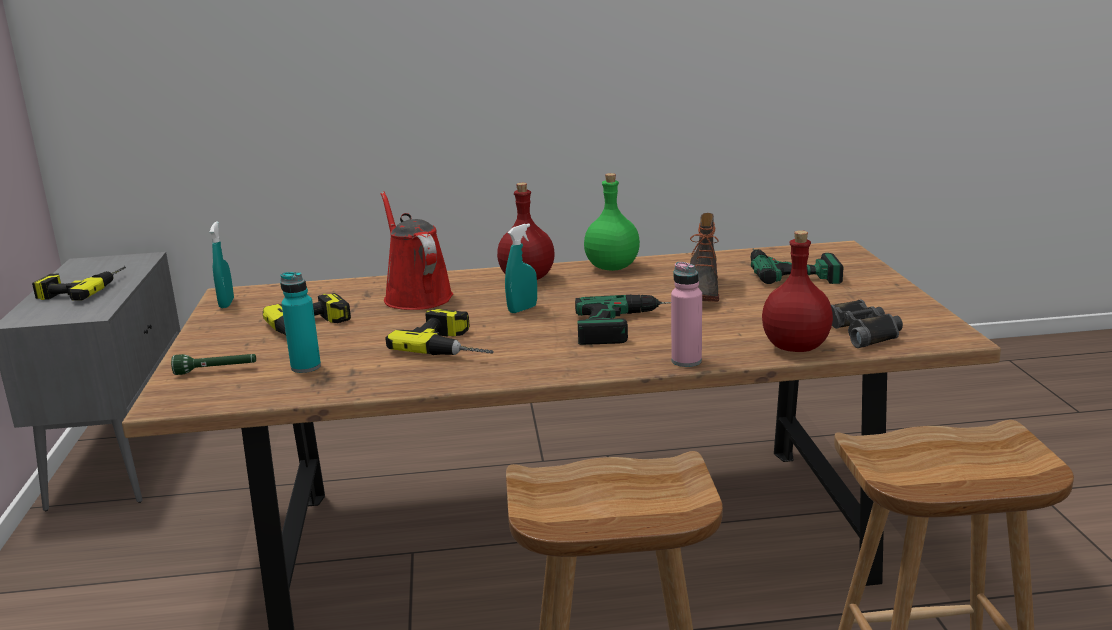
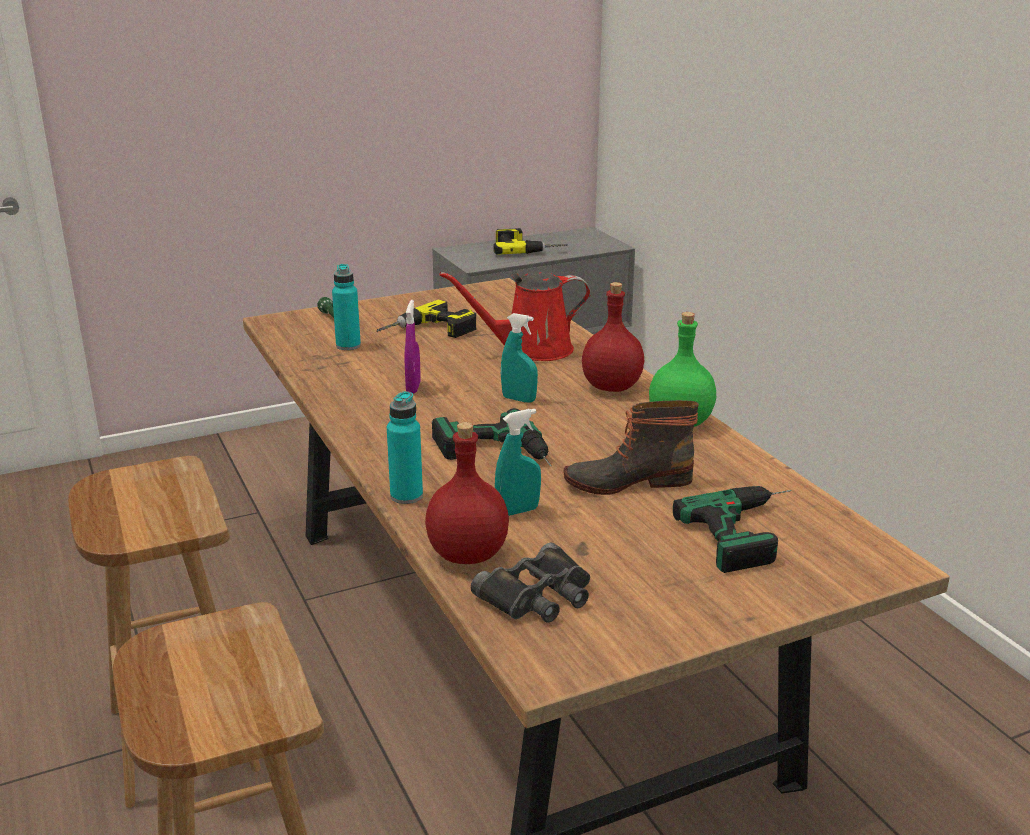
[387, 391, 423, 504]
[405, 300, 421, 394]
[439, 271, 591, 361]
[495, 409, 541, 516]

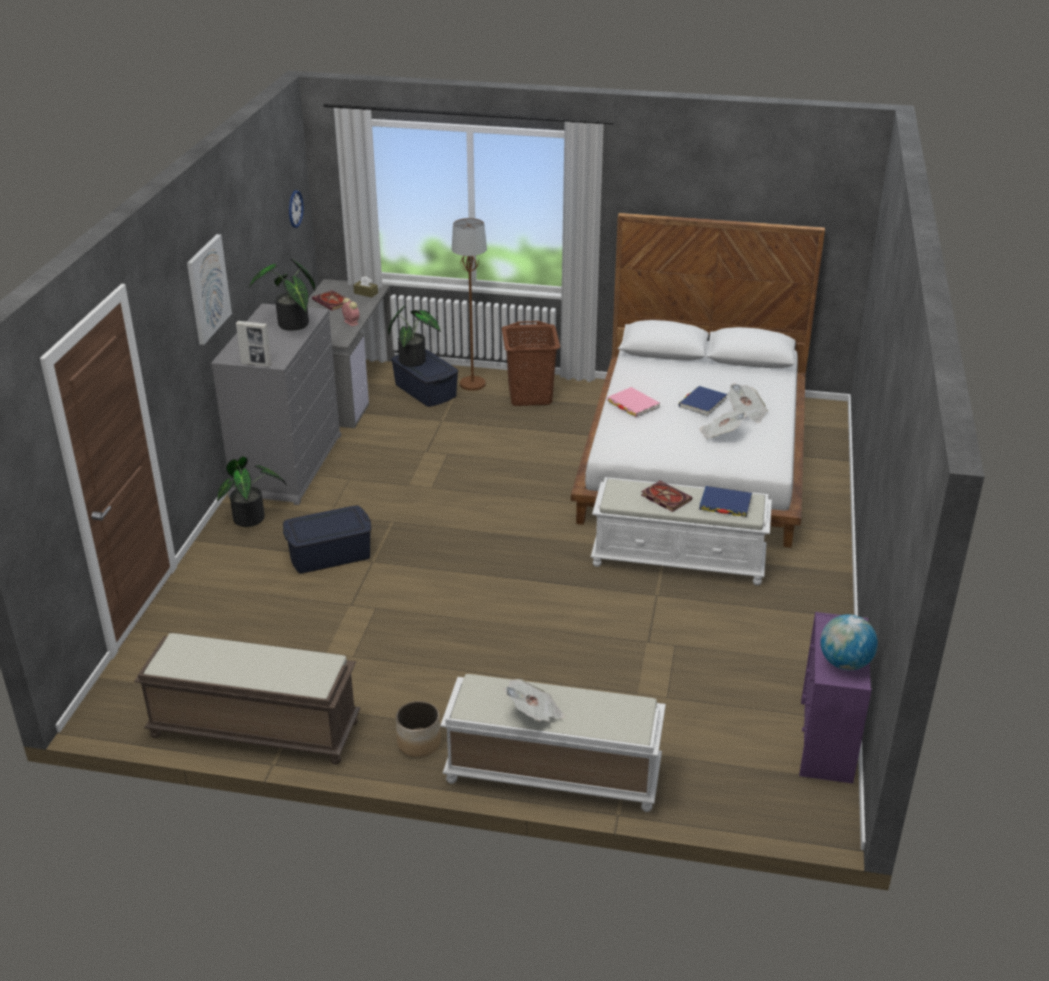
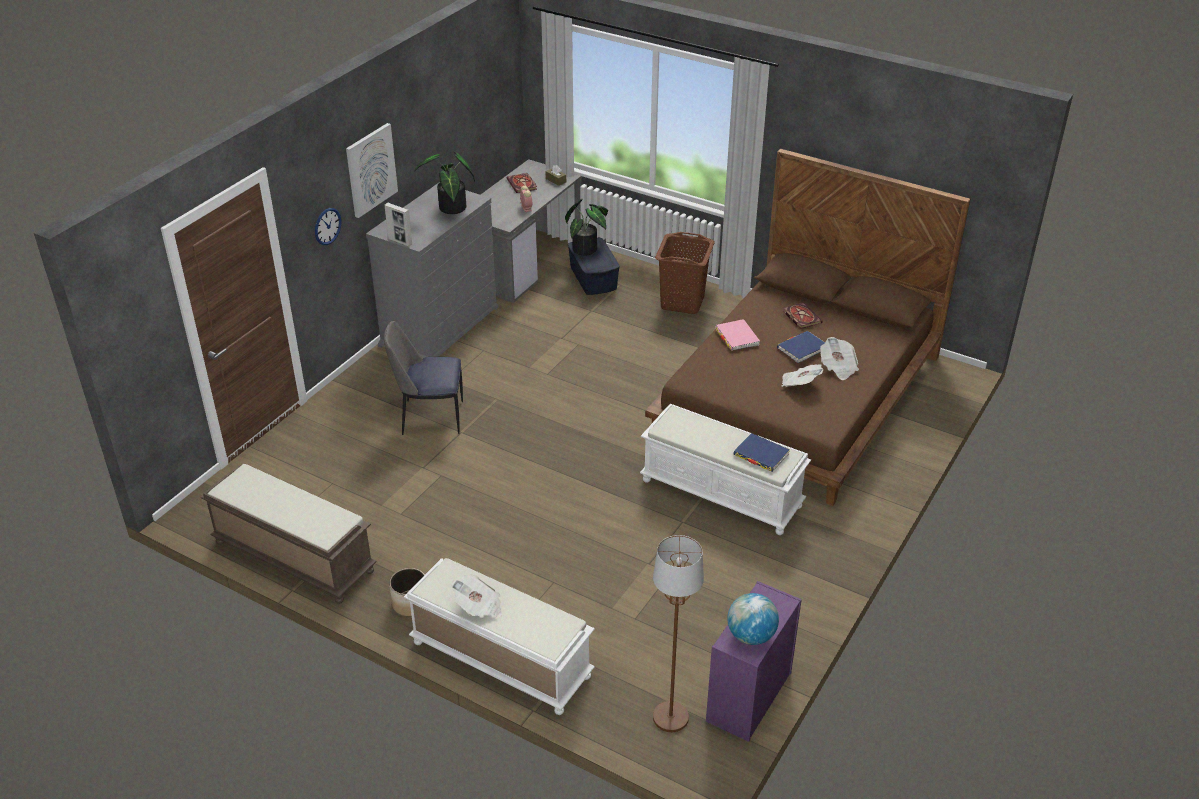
[315, 208, 342, 245]
[384, 320, 463, 435]
[645, 149, 970, 506]
[653, 535, 704, 732]
[783, 303, 823, 329]
[217, 456, 287, 527] (first image)

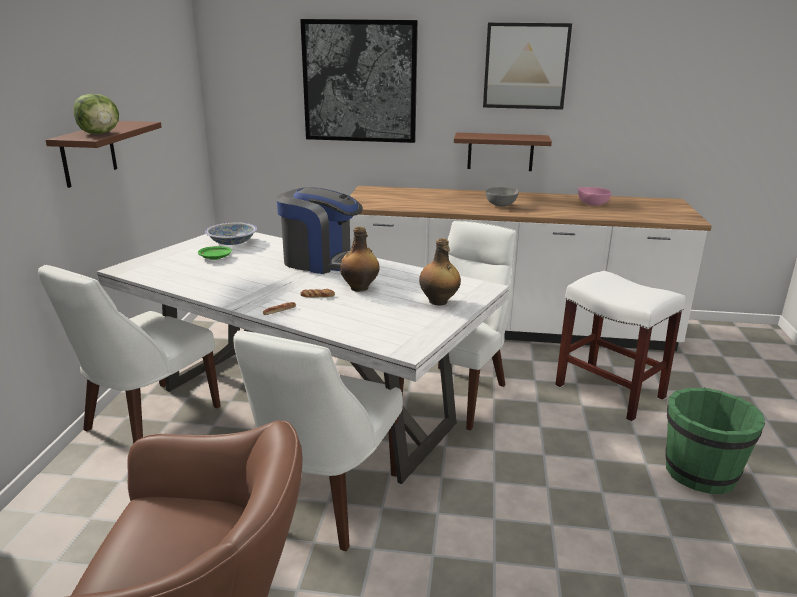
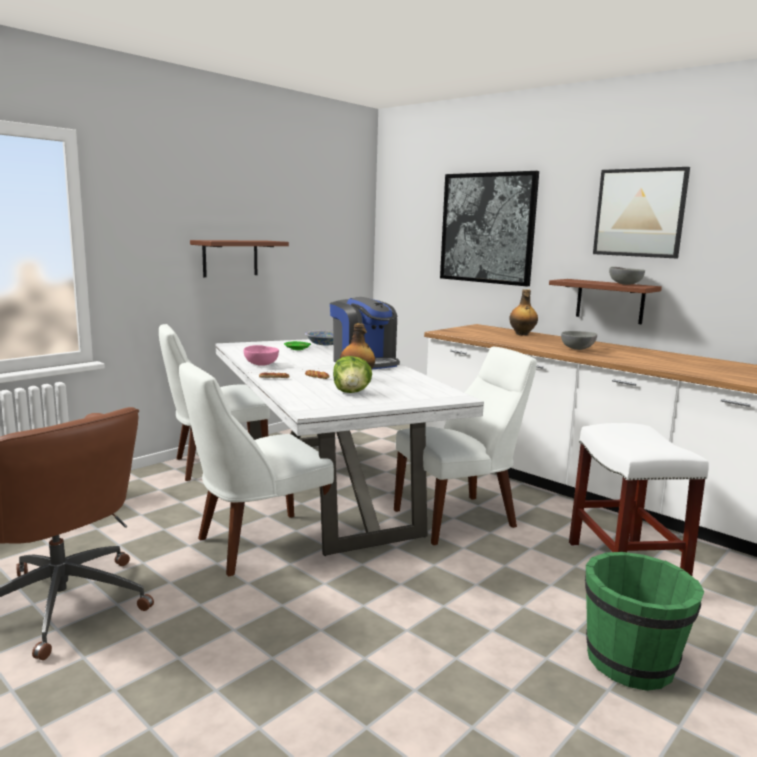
[244, 345, 279, 366]
[333, 356, 372, 393]
[509, 290, 538, 336]
[609, 267, 645, 285]

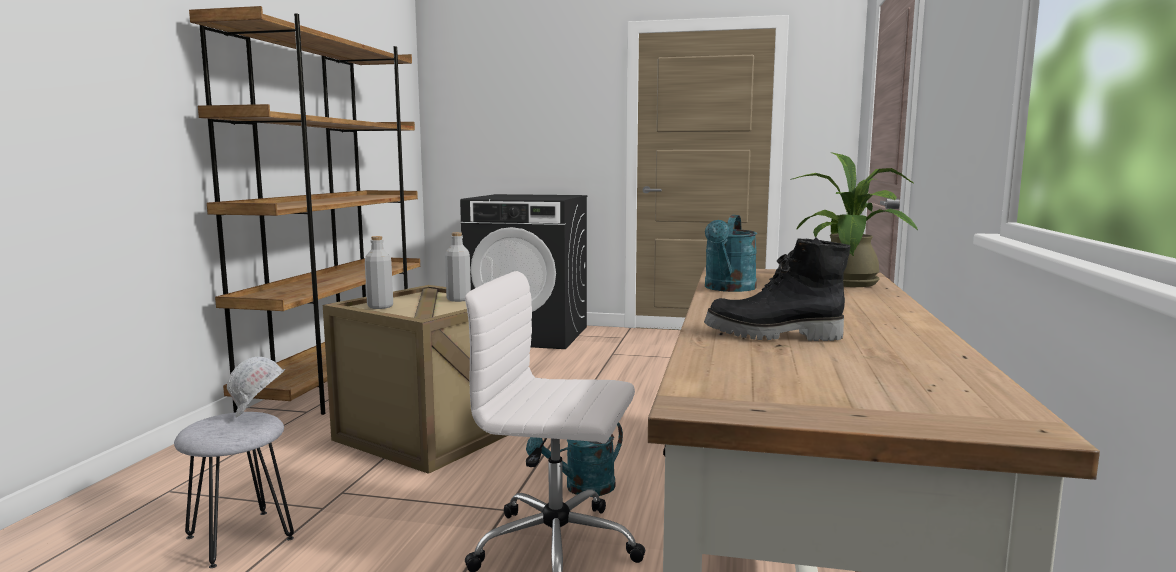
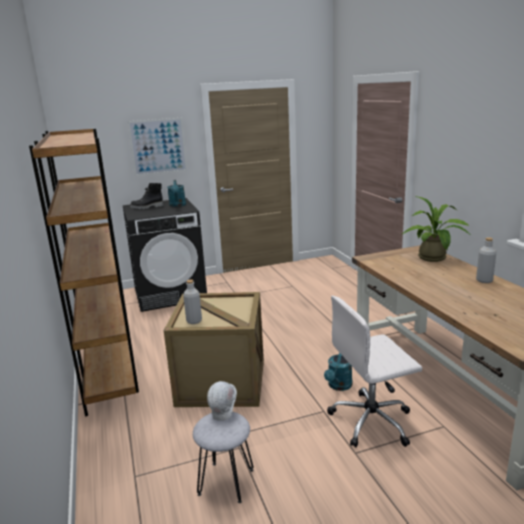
[128, 118, 187, 176]
[130, 183, 164, 209]
[167, 180, 186, 207]
[476, 237, 496, 283]

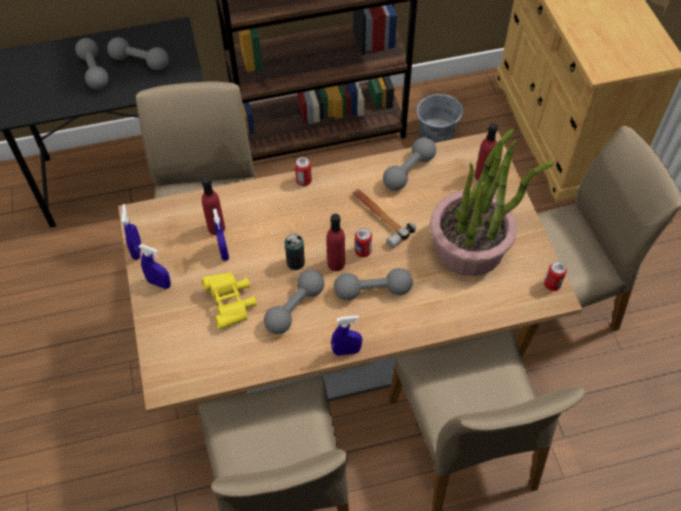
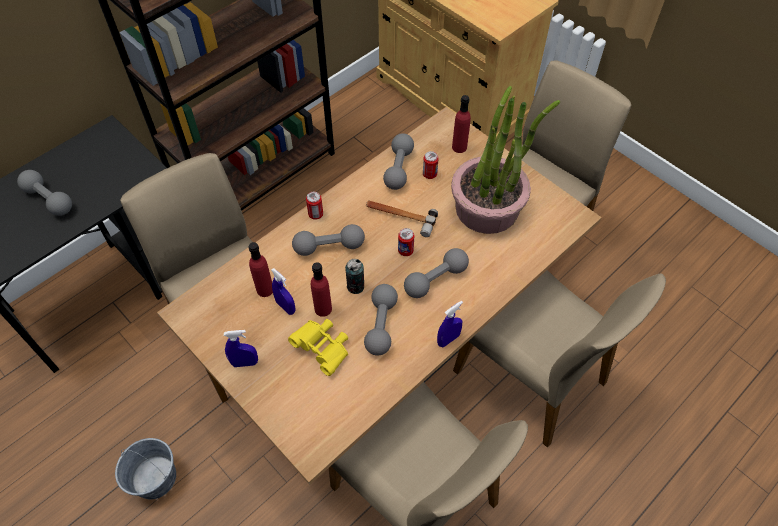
[115, 438, 176, 499]
[292, 224, 365, 256]
[311, 262, 332, 317]
[423, 151, 439, 179]
[121, 204, 141, 260] (first image)

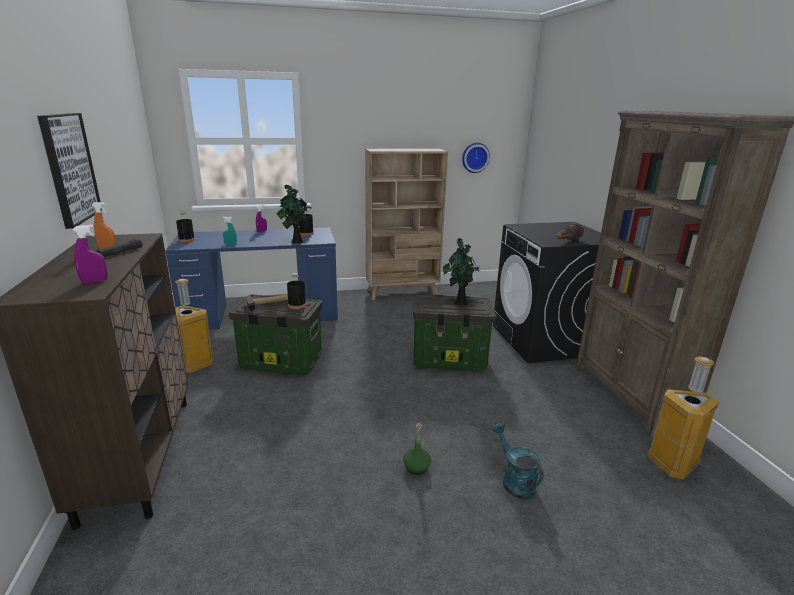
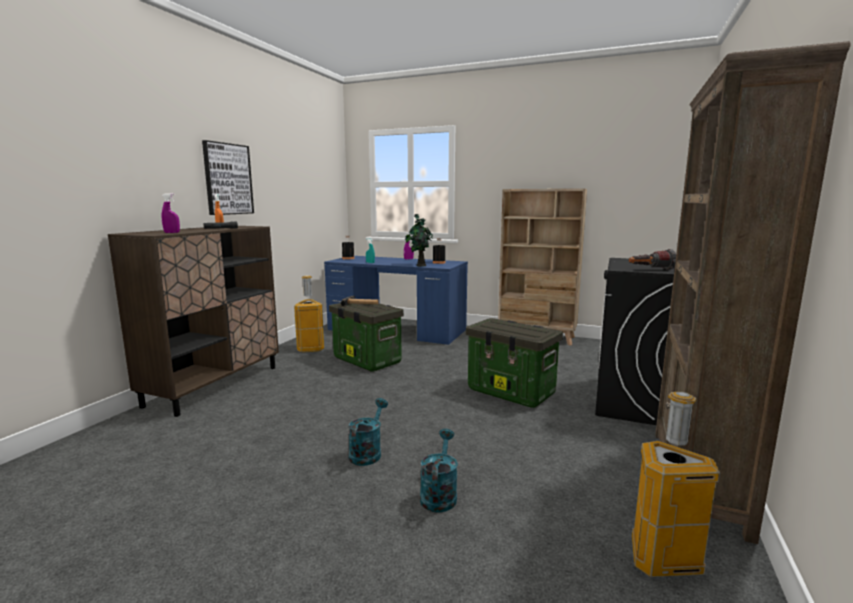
[349, 398, 388, 466]
[287, 273, 306, 309] (first image)
[443, 238, 479, 306] (first image)
[462, 143, 490, 173] (first image)

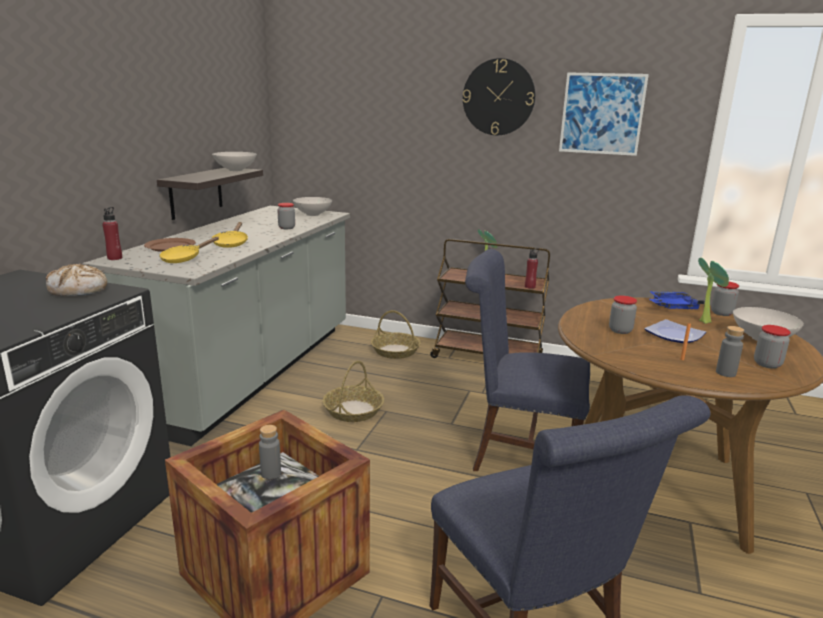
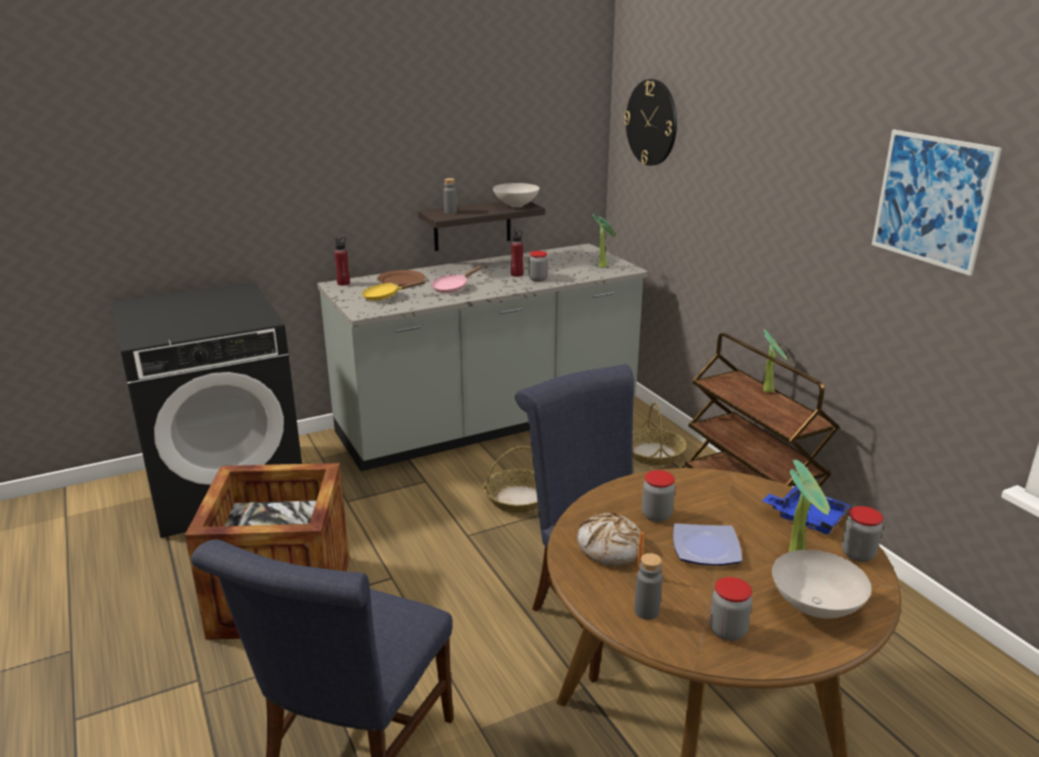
[431, 266, 482, 293]
[444, 178, 457, 214]
[511, 230, 523, 277]
[577, 513, 644, 566]
[592, 214, 616, 268]
[624, 79, 677, 166]

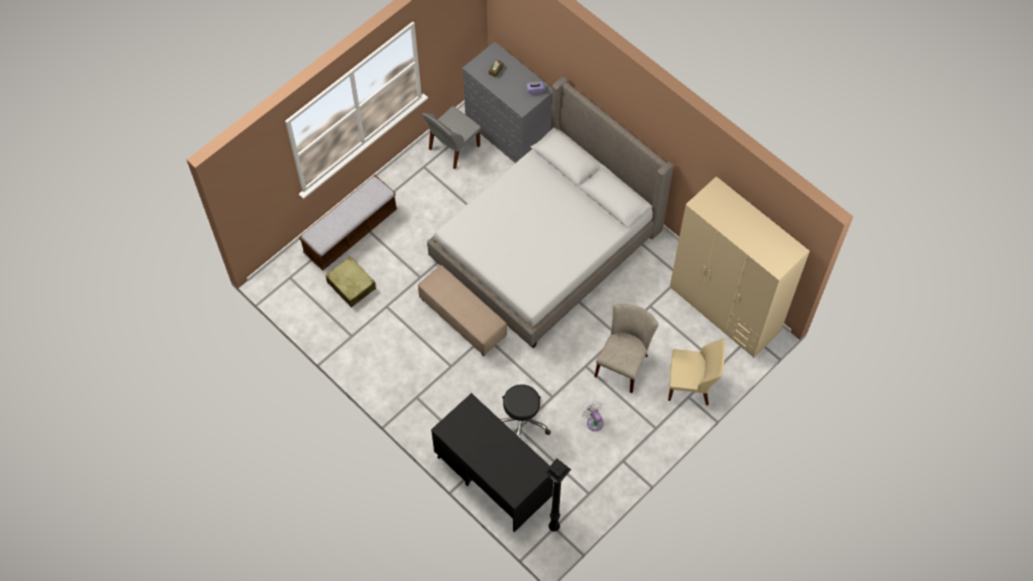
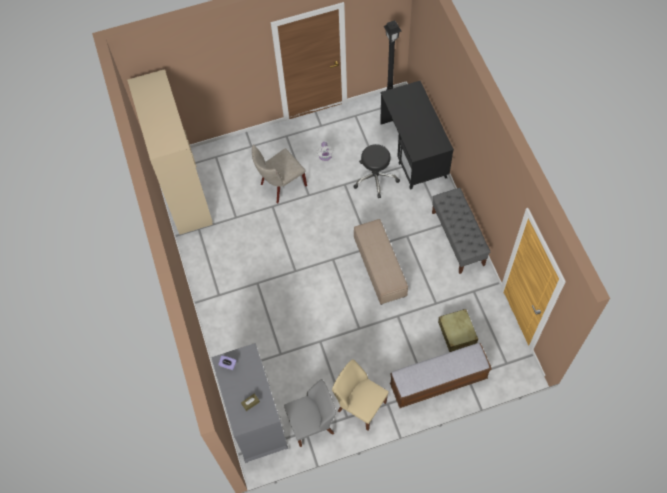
[332, 359, 389, 430]
[432, 188, 490, 274]
[427, 76, 674, 348] (first image)

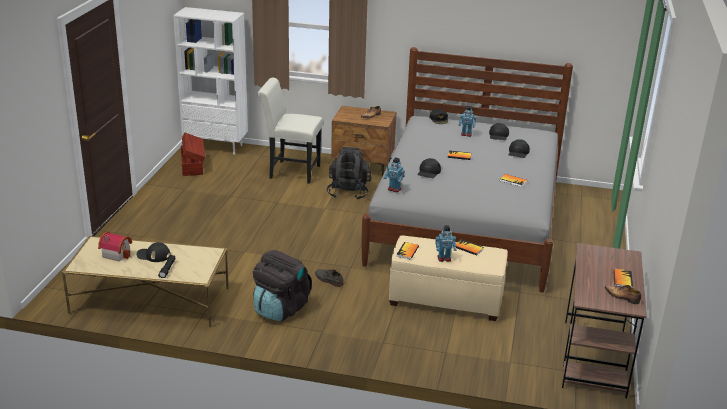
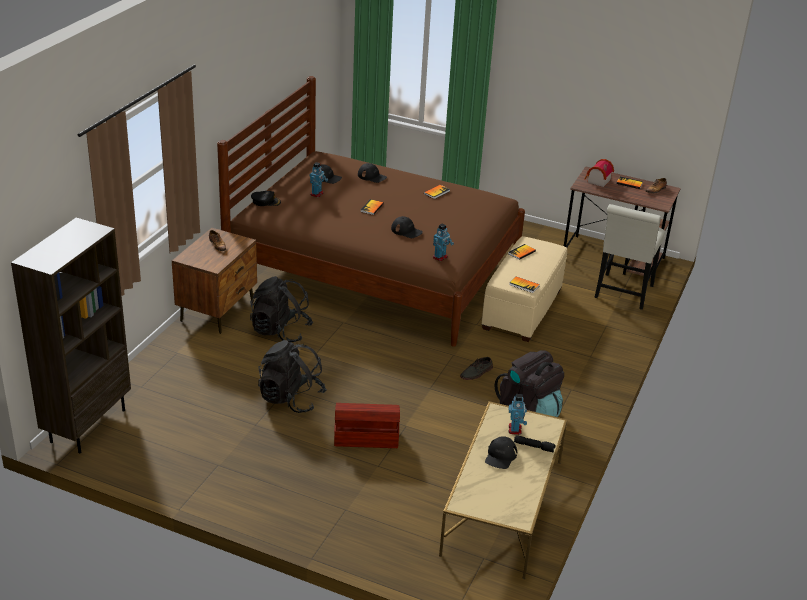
[11, 218, 131, 454]
[217, 76, 525, 347]
[258, 340, 327, 413]
[334, 403, 400, 448]
[508, 394, 527, 435]
[584, 159, 614, 187]
[594, 204, 665, 310]

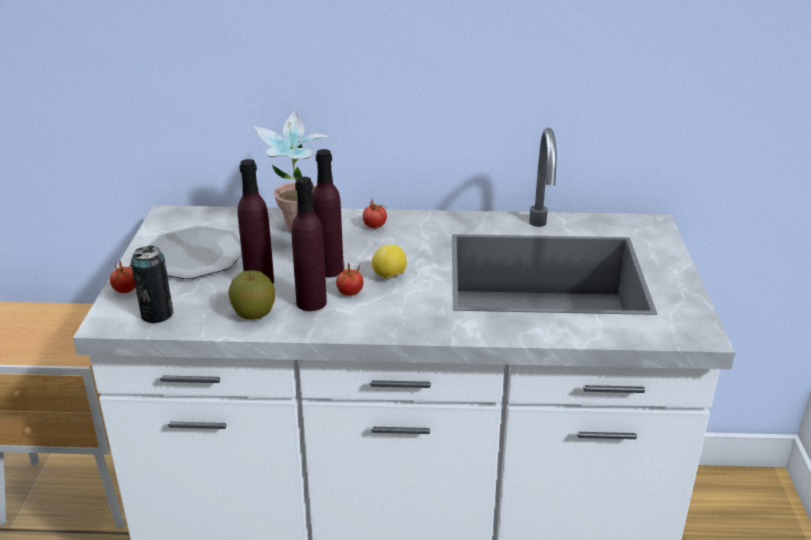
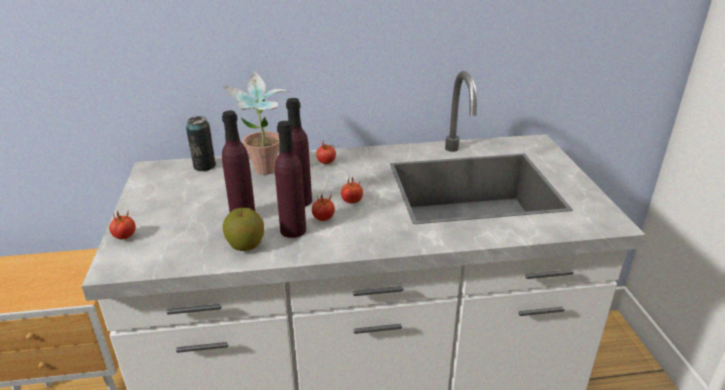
[186, 116, 216, 171]
[341, 177, 363, 204]
[148, 226, 242, 279] (first image)

